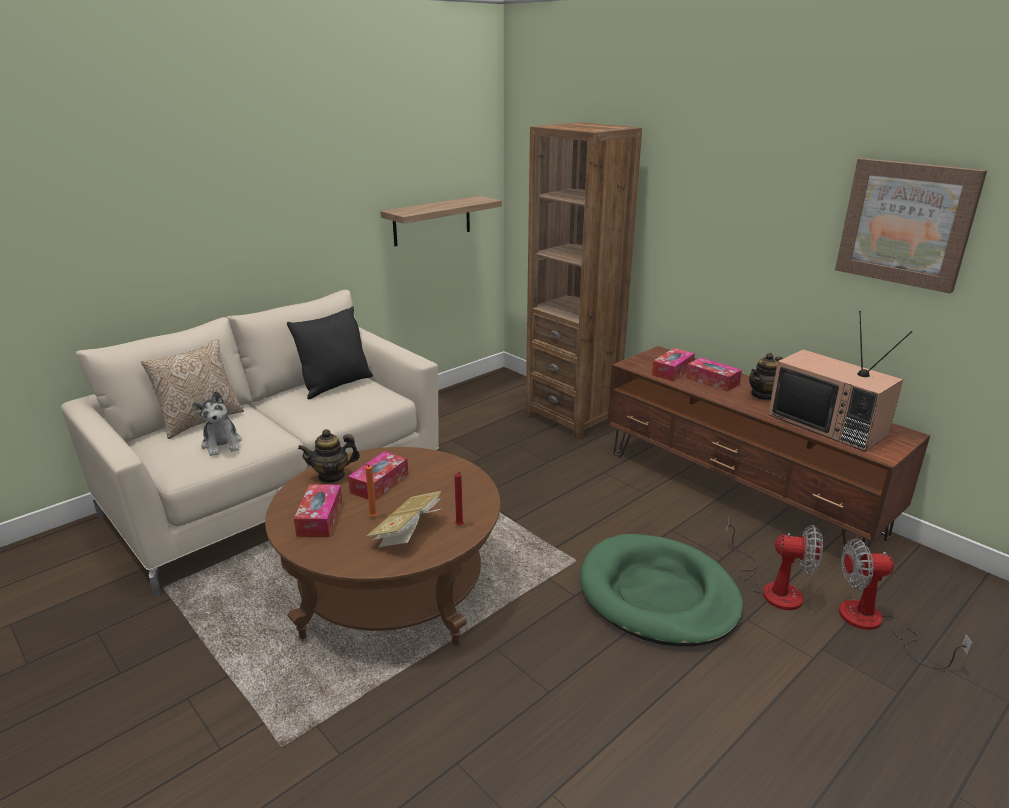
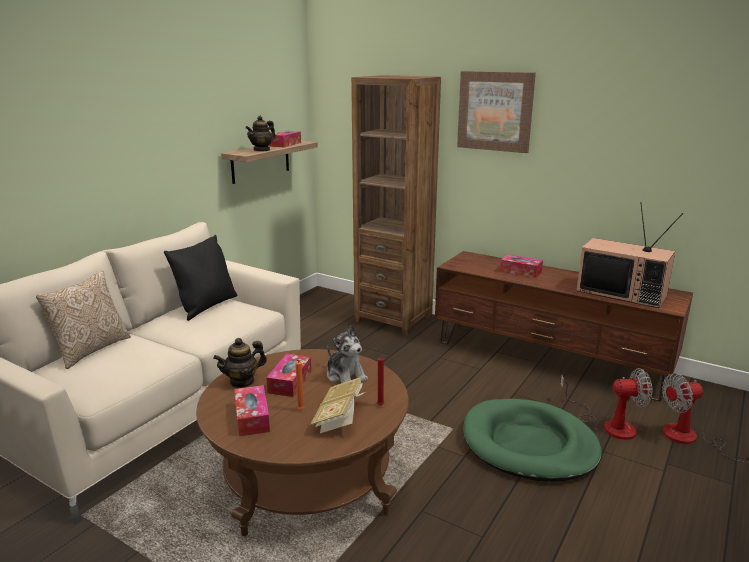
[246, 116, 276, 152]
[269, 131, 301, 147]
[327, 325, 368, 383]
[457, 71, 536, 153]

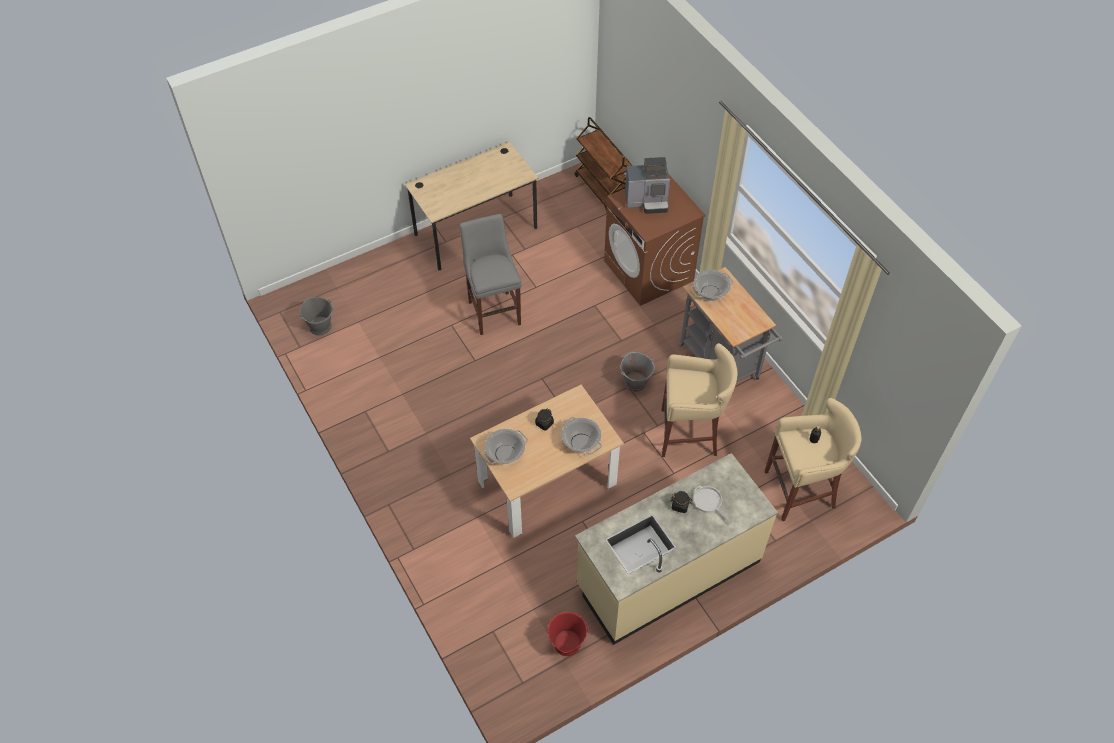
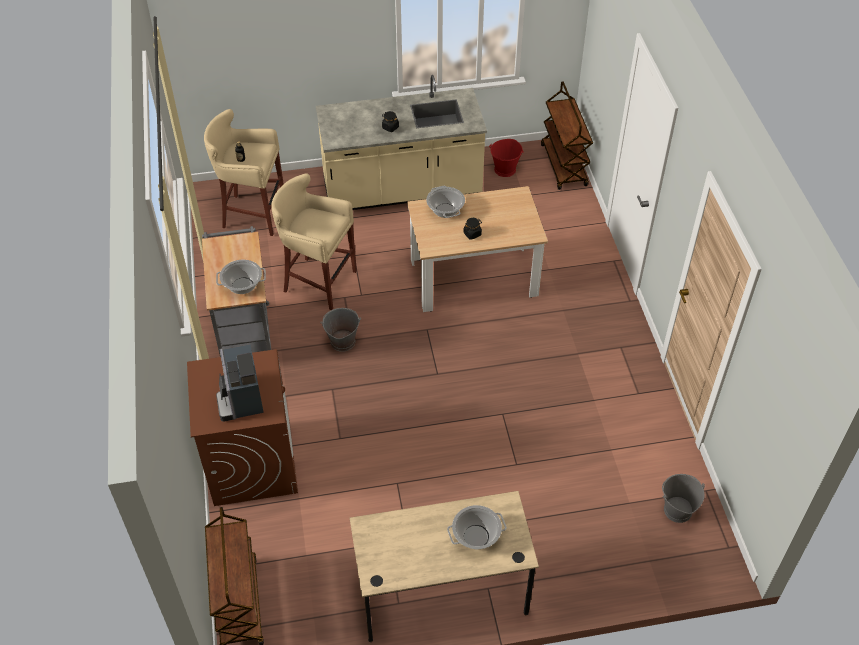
[216, 344, 264, 421]
[447, 505, 507, 549]
[541, 82, 593, 190]
[460, 214, 522, 335] (first image)
[693, 486, 732, 524] (first image)

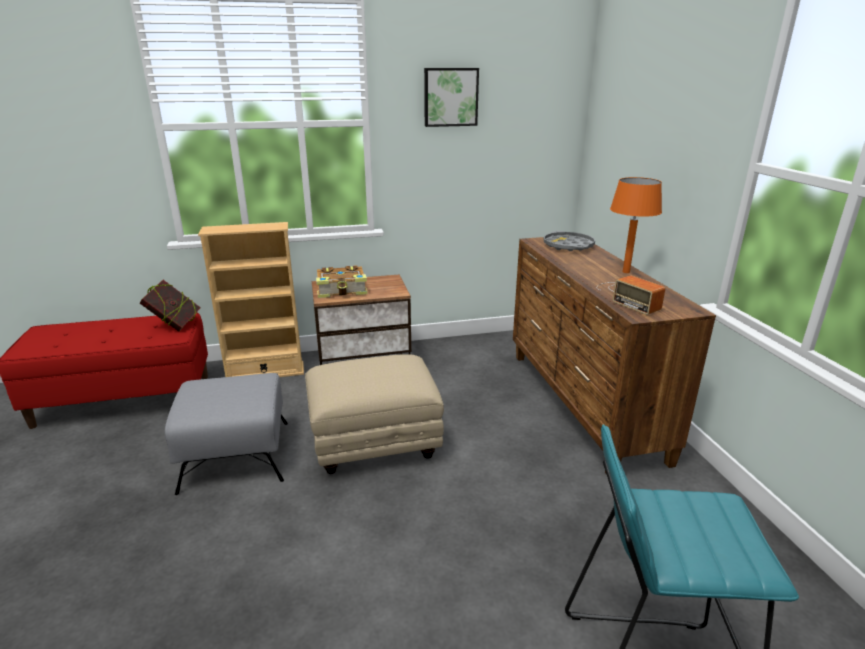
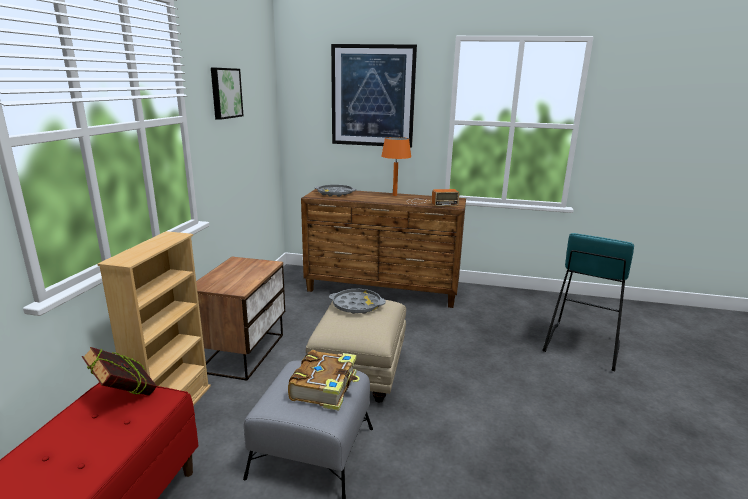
[288, 350, 360, 411]
[329, 289, 386, 314]
[331, 44, 417, 148]

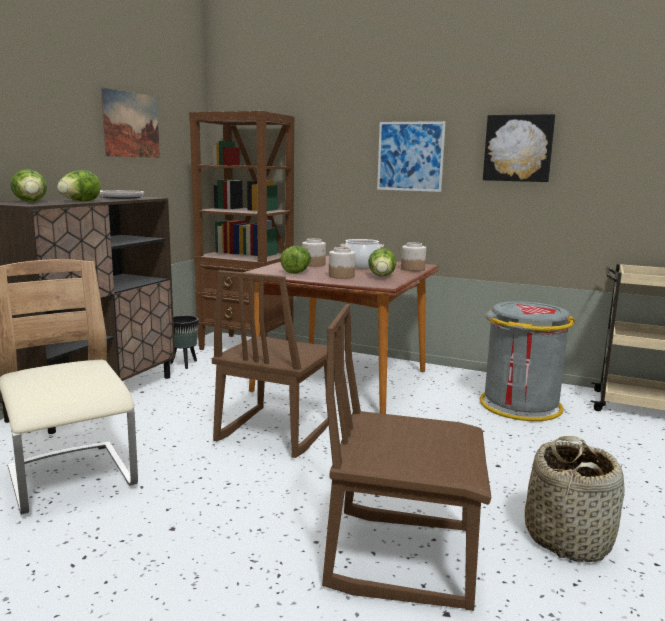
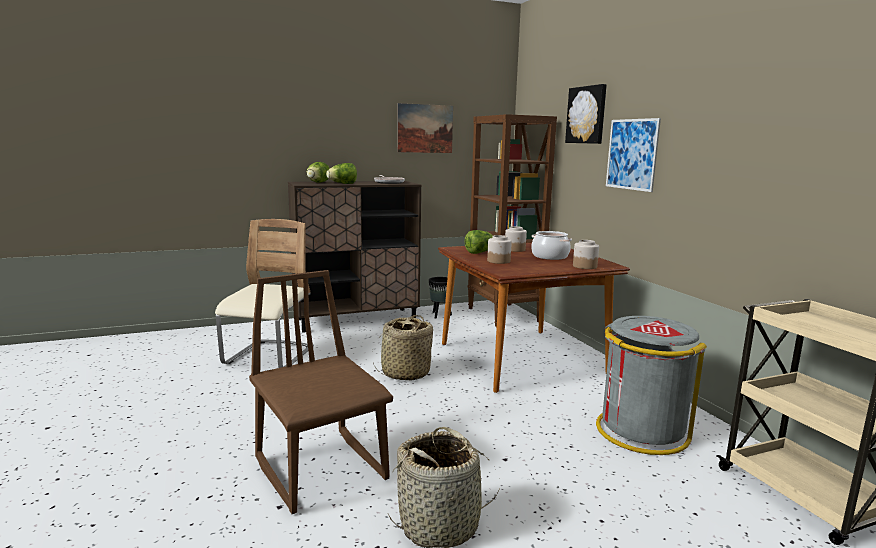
[372, 315, 433, 381]
[565, 84, 607, 144]
[368, 248, 396, 276] (first image)

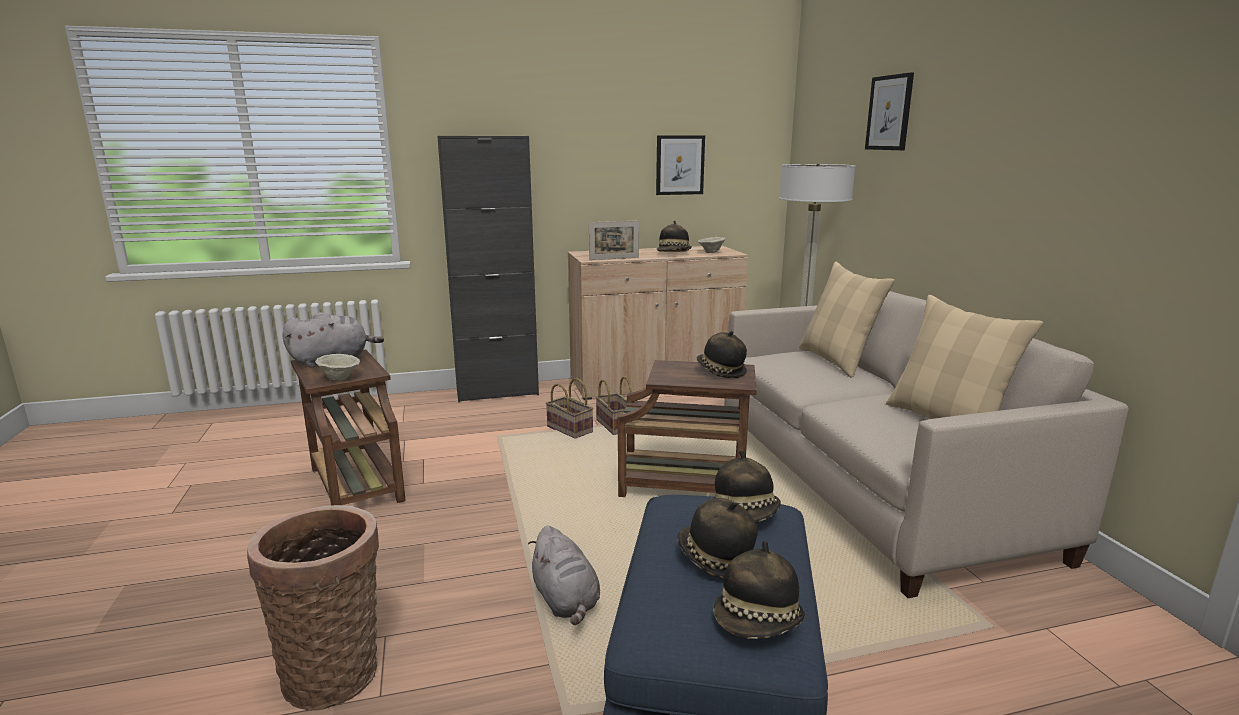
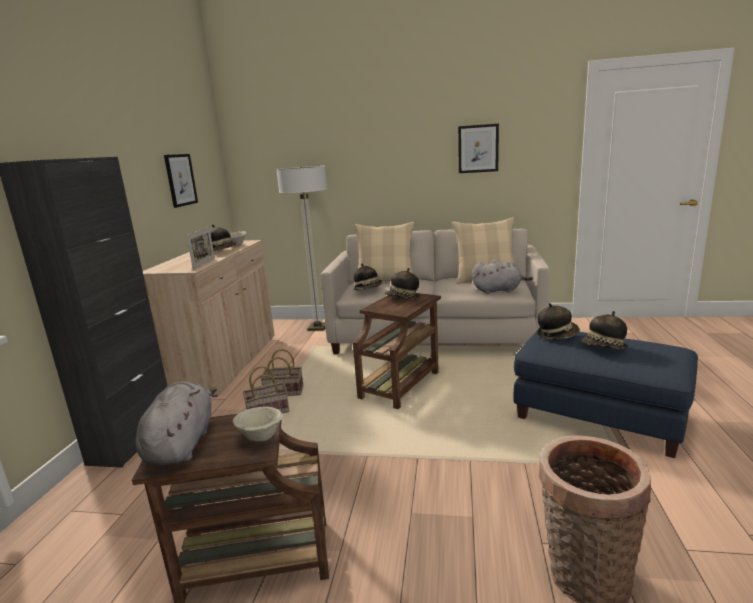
[354, 263, 382, 290]
[458, 124, 499, 173]
[472, 259, 533, 294]

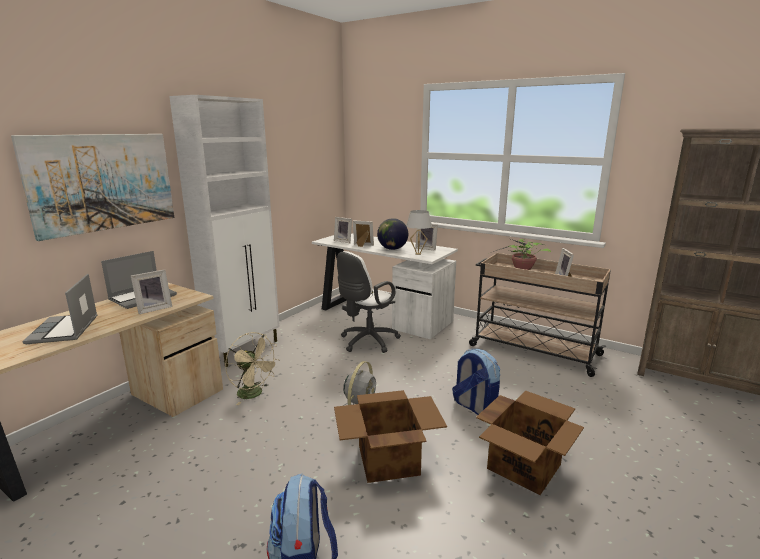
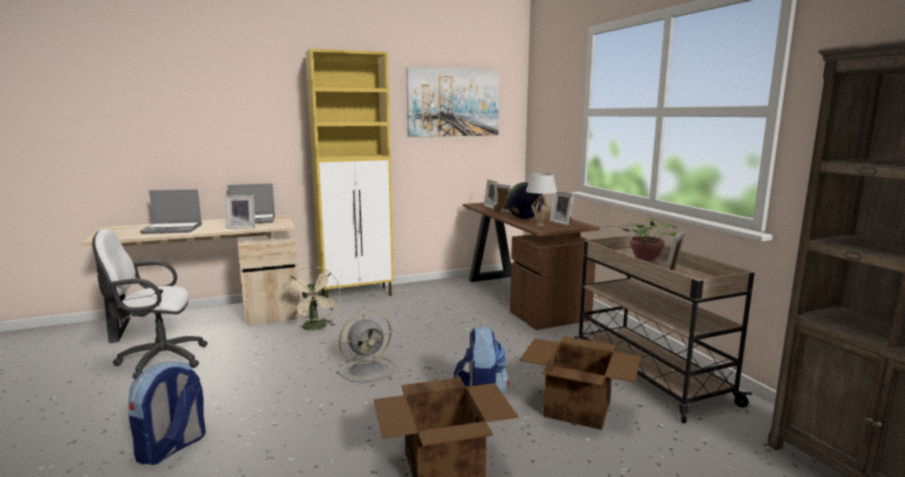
[92, 229, 208, 379]
[140, 189, 202, 234]
[305, 49, 394, 298]
[406, 67, 500, 137]
[463, 203, 600, 330]
[519, 336, 641, 430]

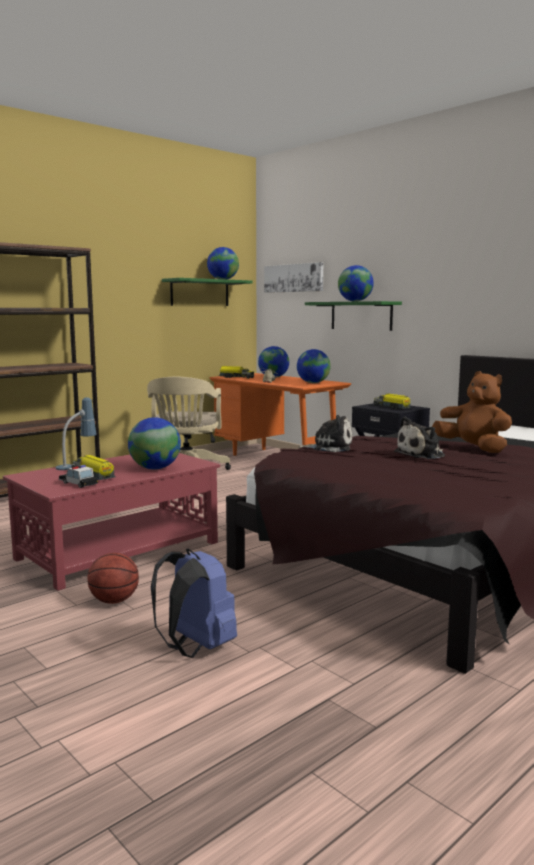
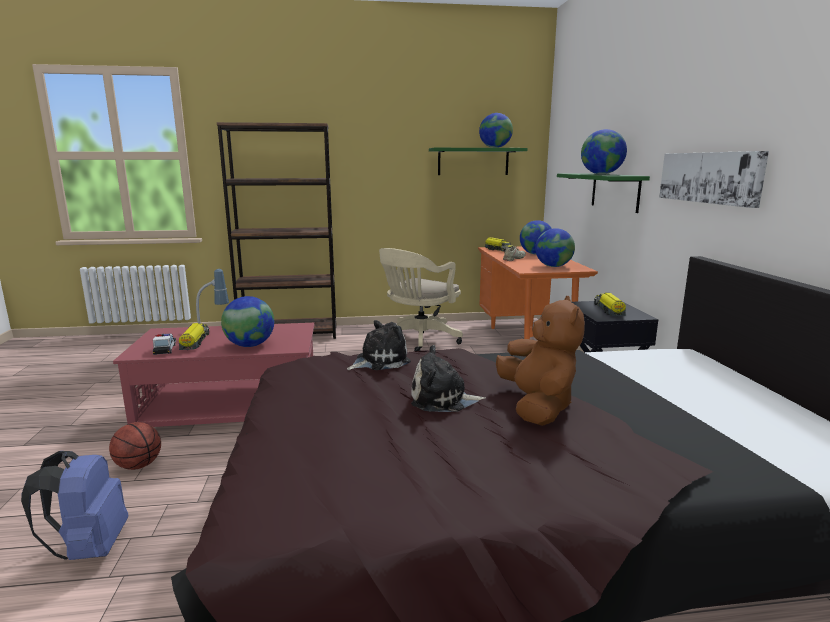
[347, 320, 411, 370]
[659, 151, 769, 208]

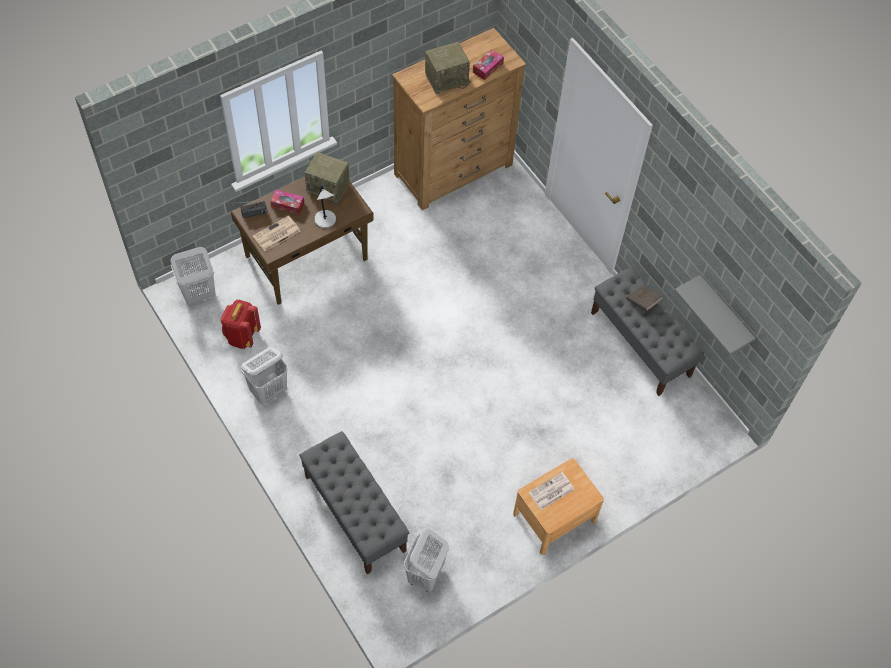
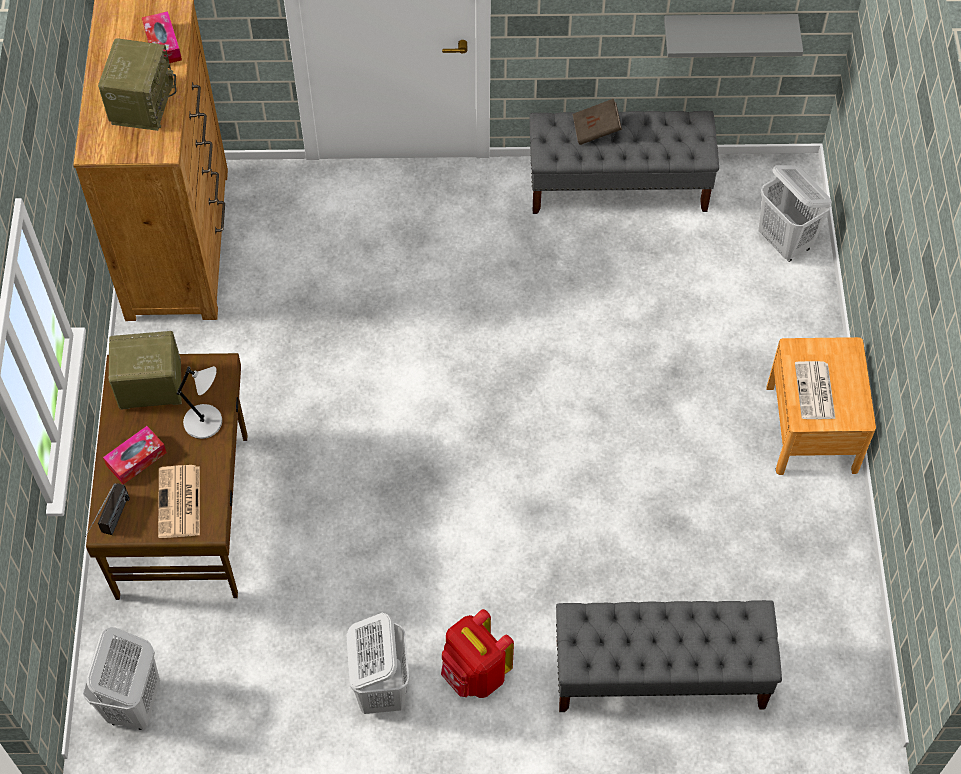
[108, 331, 182, 410]
[441, 609, 514, 698]
[759, 165, 832, 262]

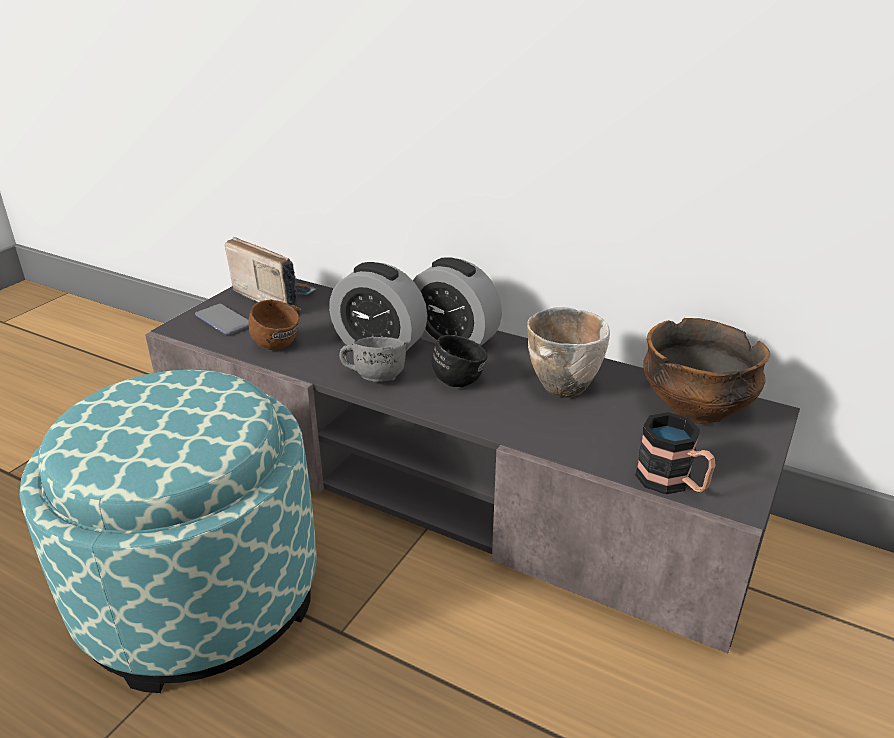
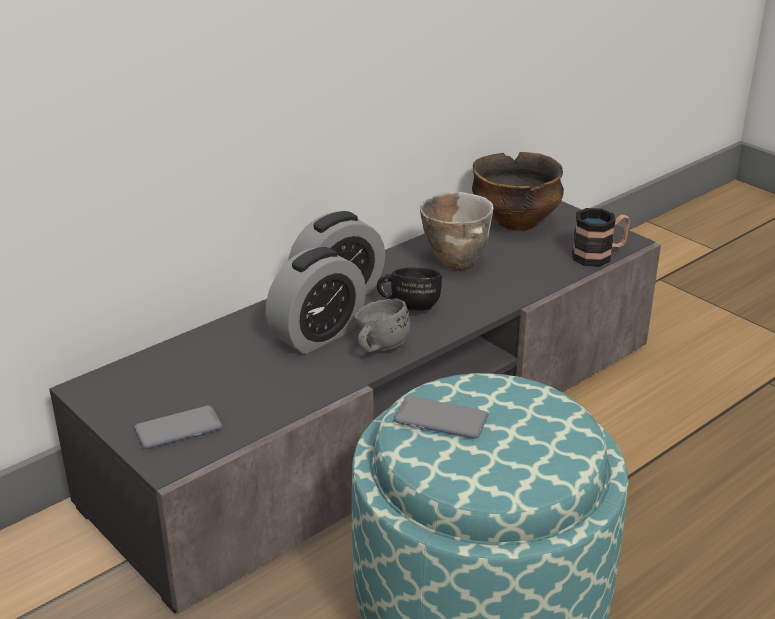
[394, 396, 489, 439]
[225, 237, 316, 310] (first image)
[248, 300, 300, 350] (first image)

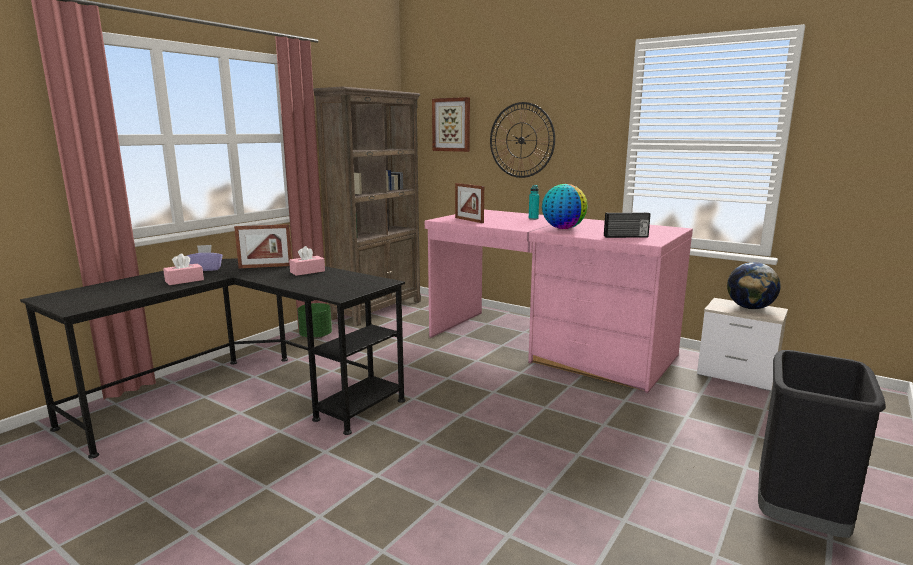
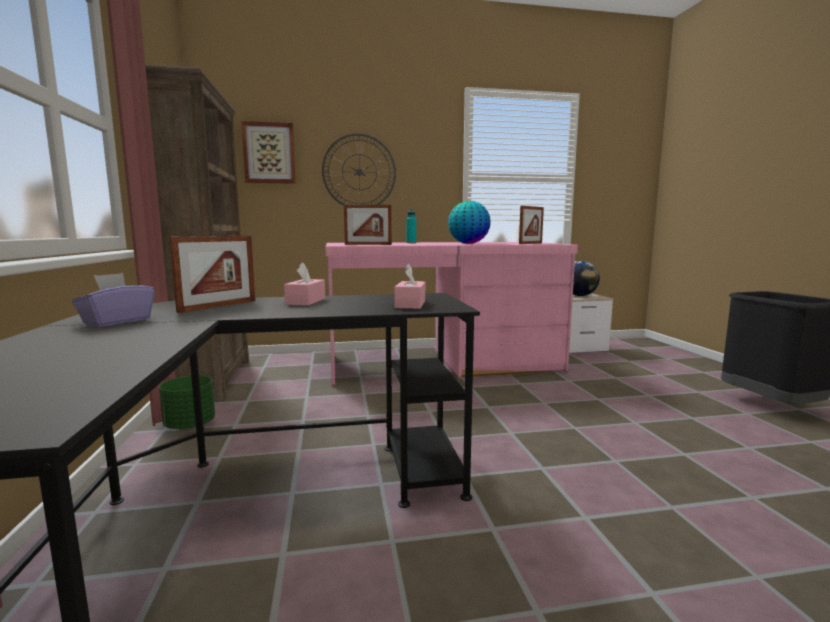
[394, 264, 425, 309]
[519, 206, 544, 244]

